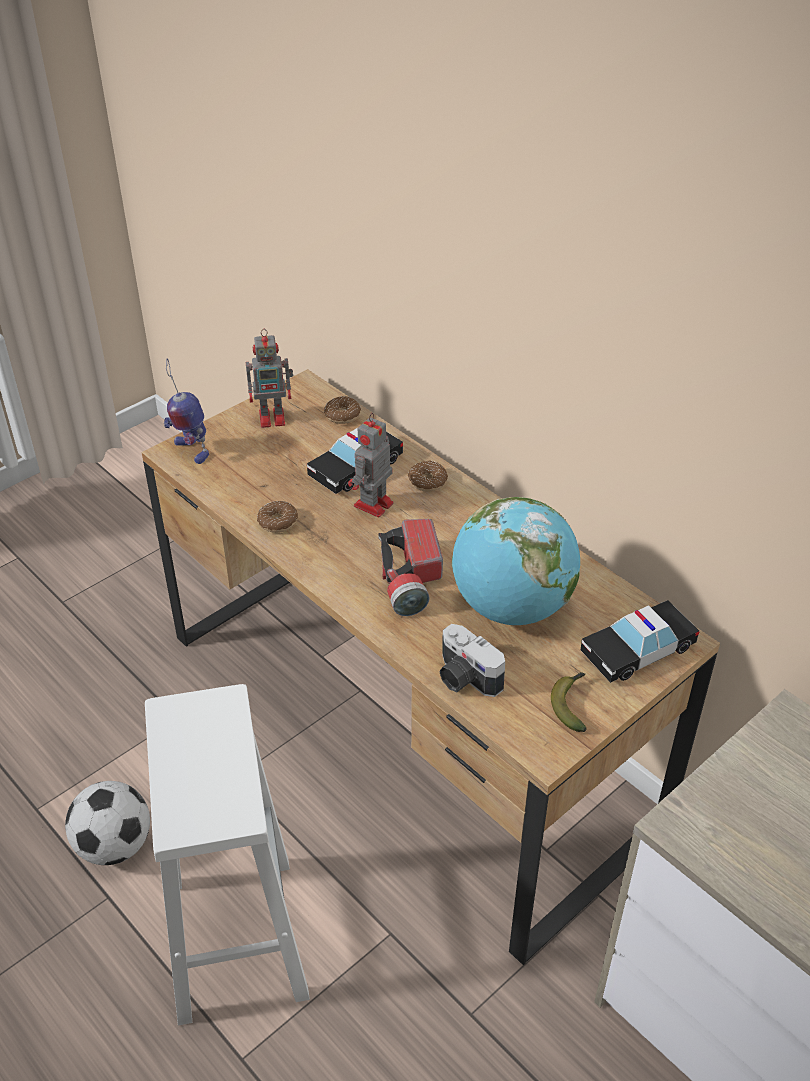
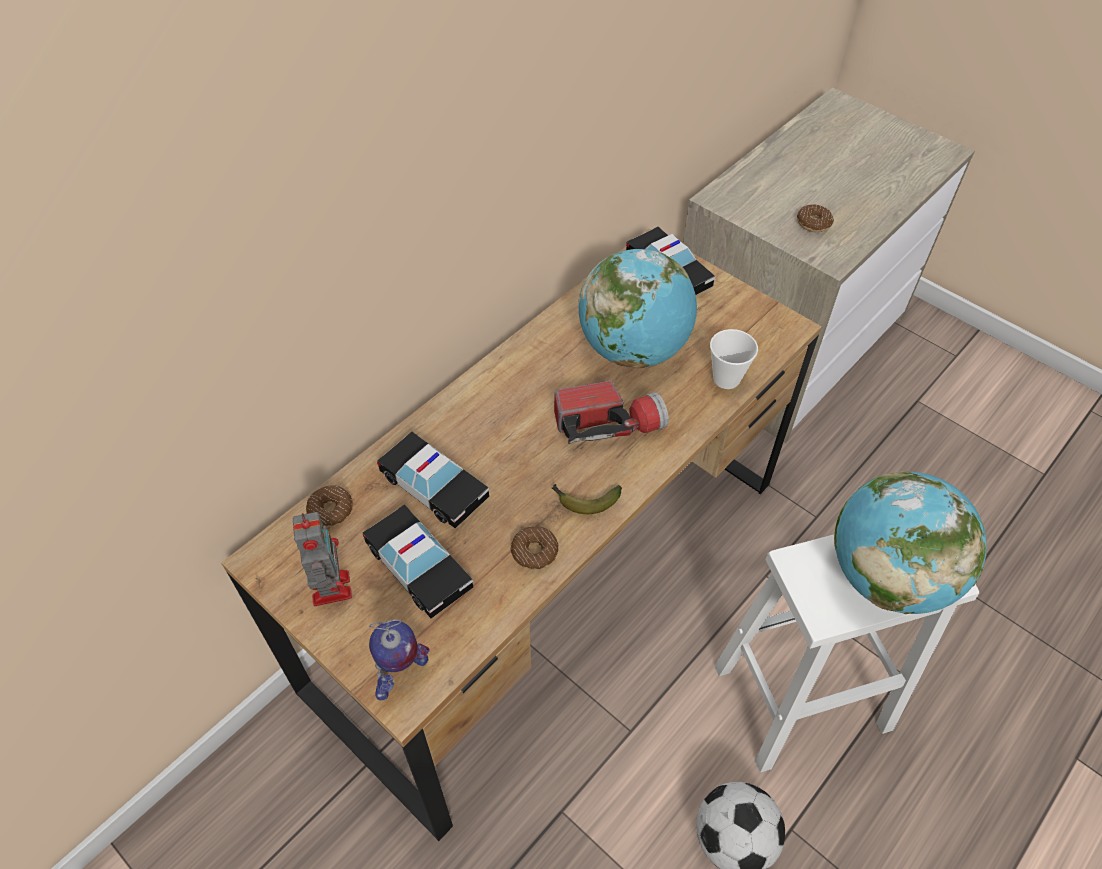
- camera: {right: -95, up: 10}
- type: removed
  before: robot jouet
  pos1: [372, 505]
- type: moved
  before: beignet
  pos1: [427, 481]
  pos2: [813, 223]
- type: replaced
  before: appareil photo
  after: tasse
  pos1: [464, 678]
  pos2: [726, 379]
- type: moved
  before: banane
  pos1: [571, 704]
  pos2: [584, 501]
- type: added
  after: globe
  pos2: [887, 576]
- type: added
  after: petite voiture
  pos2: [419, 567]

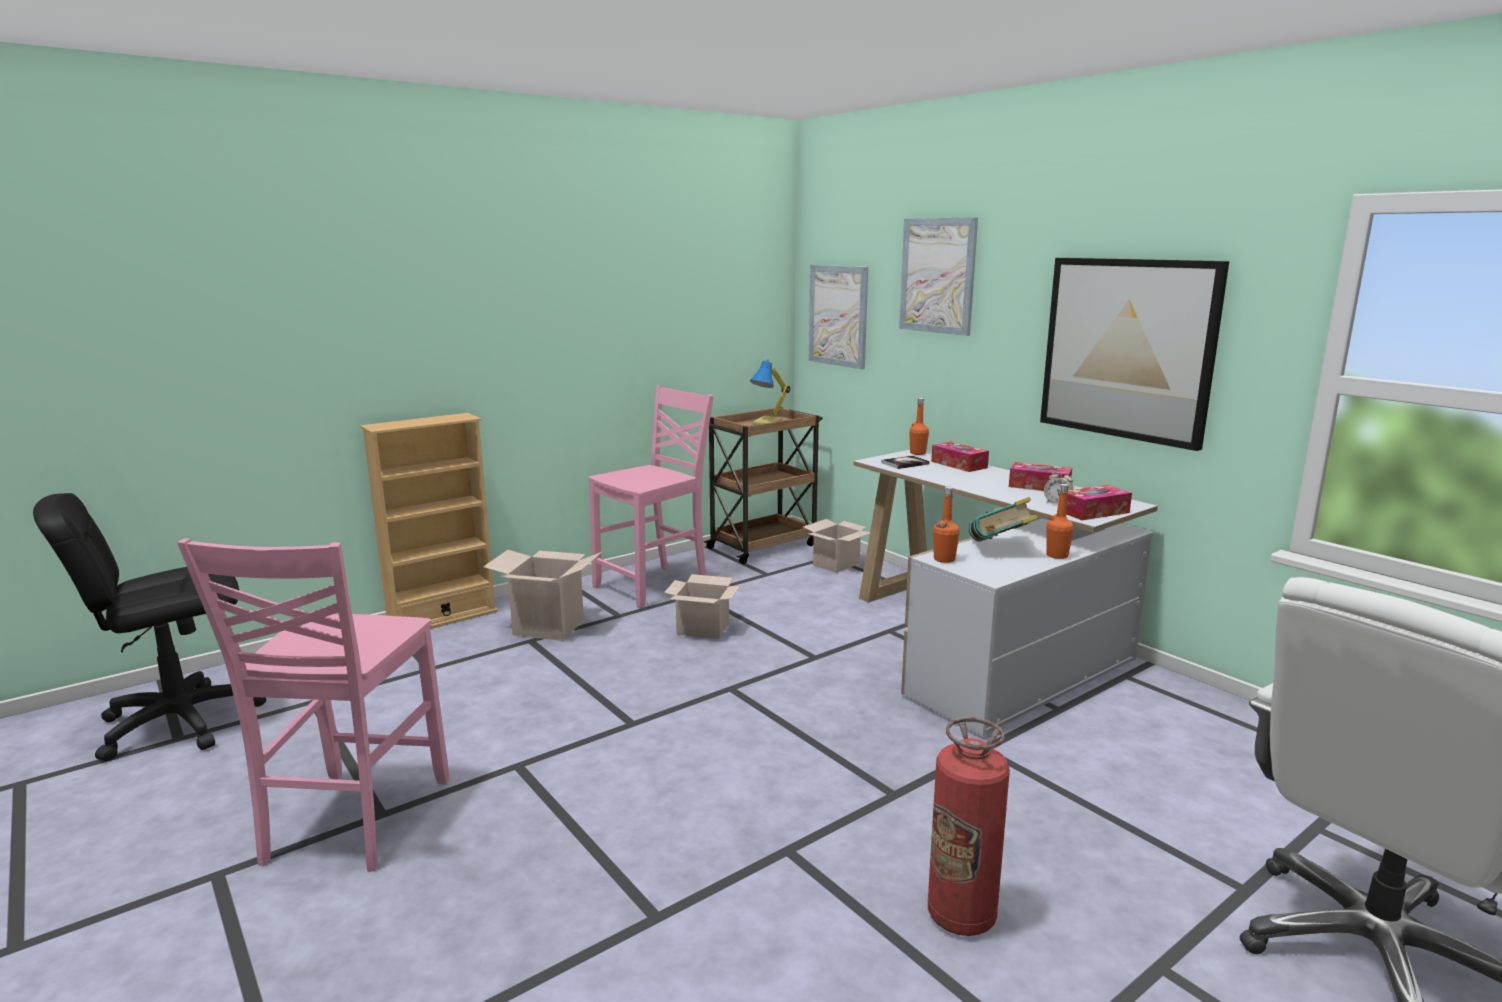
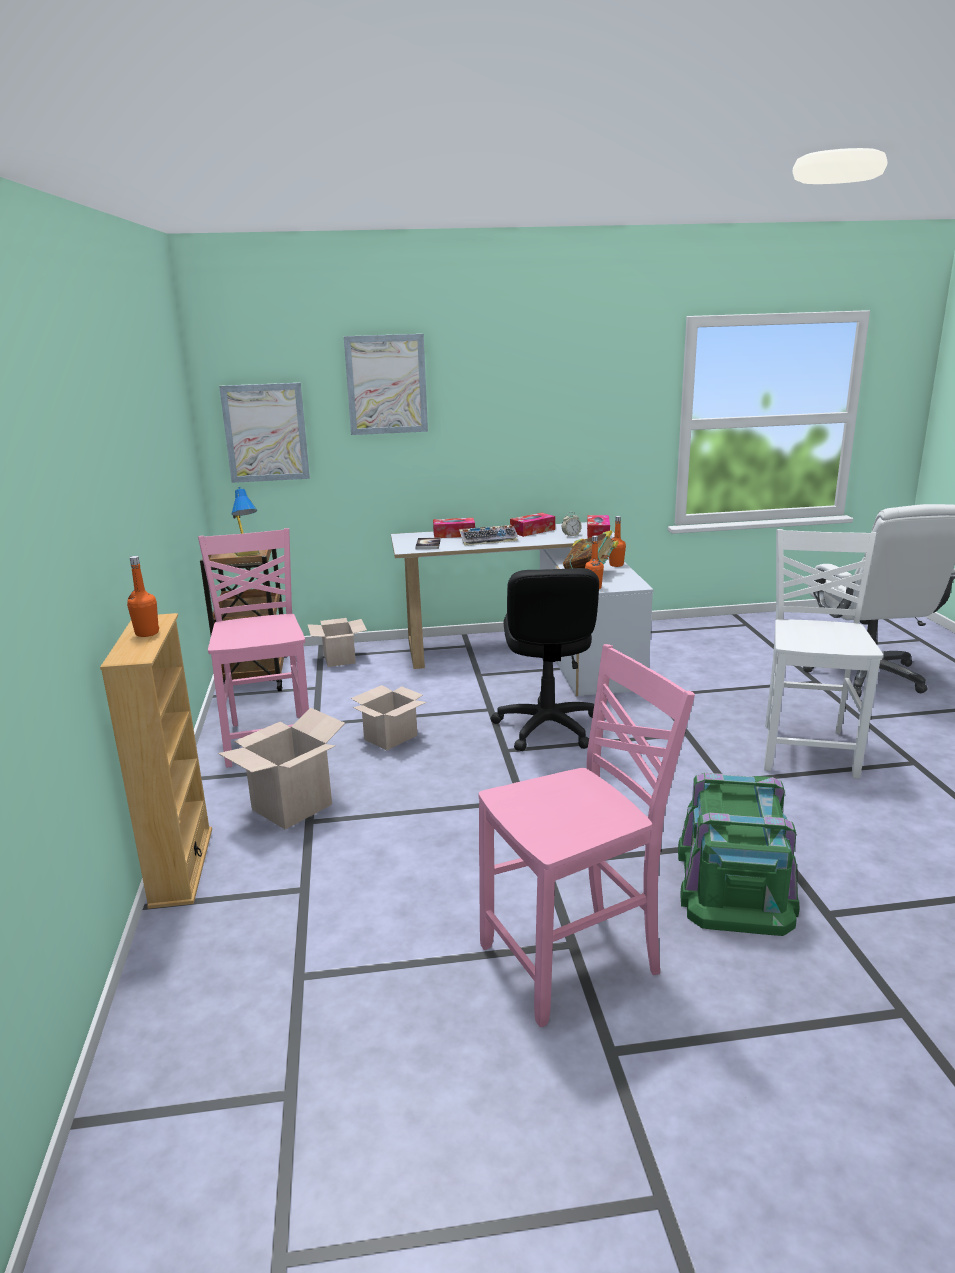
- camera: {right: -60, up: 5}
- type: removed
  before: tableau
  pos1: [1128, 349]
- type: moved
  before: bouteille (orange)
  pos1: [918, 453]
  pos2: [147, 633]
- type: moved
  before: chaise de bureau (noir)
  pos1: [179, 722]
  pos2: [547, 728]
- type: turned
  before: chaise (rose)
  pos1: [353, 822]
  pos2: [574, 961]
  turn: -60
- type: replaced
  before: extincteur
  after: chaise (blanc)
  pos1: [961, 916]
  pos2: [807, 750]
- type: added
  after: clavier
  pos2: [489, 540]
- type: added
  after: boîte de rangement (vert)
  pos2: [735, 882]

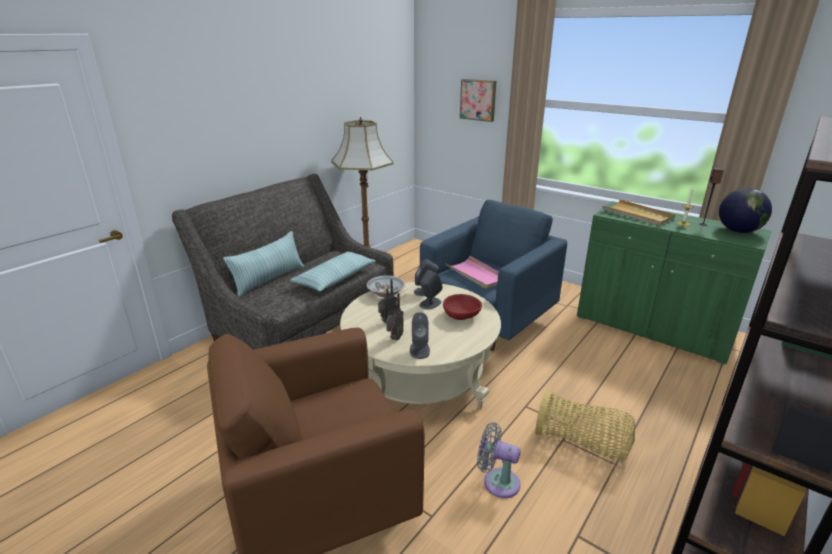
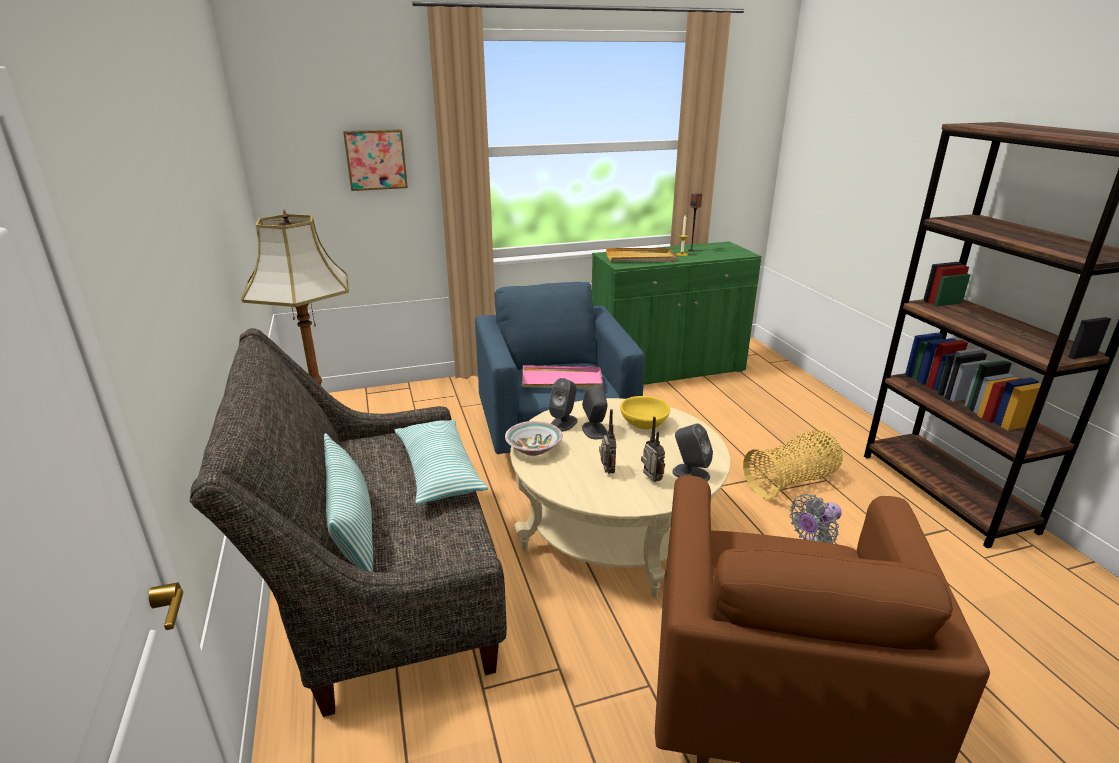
- camera: {right: -55, up: 0}
- type: removed
  before: globe
  pos1: [738, 231]
- type: recoloured
  before: bol (rouge)
  after: bol (jaune)
  pos1: [461, 316]
  pos2: [644, 424]

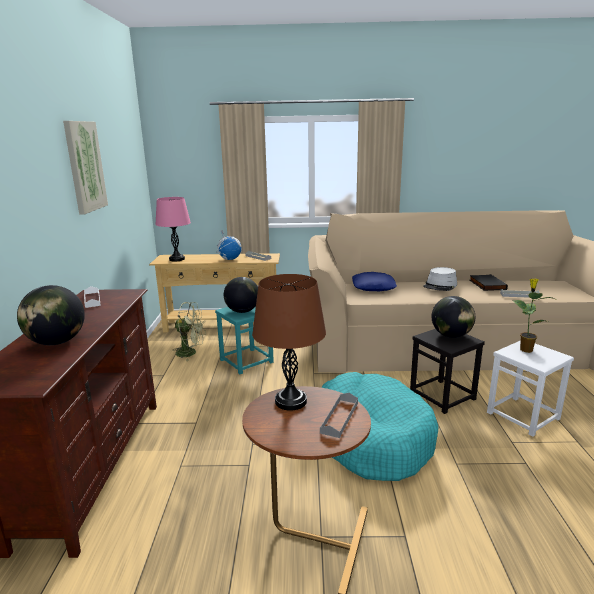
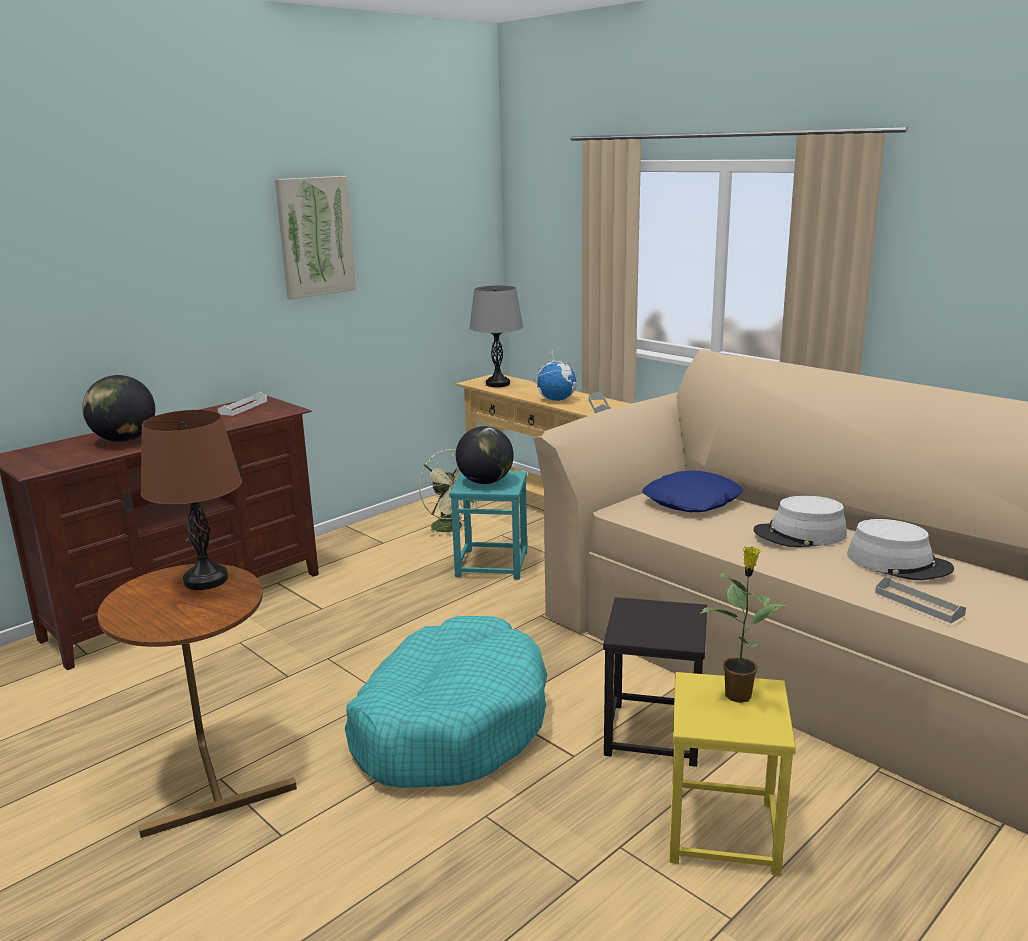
- camera: {right: 45, up: 0}
- type: recoloured
  before: lampe de table (rose)
  after: lampe de table (gris)
  pos1: [177, 259]
  pos2: [498, 384]
- type: replaced
  before: livre (noir)
  after: chapeau (gris)
  pos1: [486, 285]
  pos2: [898, 563]
- type: removed
  before: globe
  pos1: [451, 335]
- type: recoloured
  before: tabouret (blanc)
  after: tabouret (jaune)
  pos1: [523, 415]
  pos2: [724, 831]
- type: removed
  before: plateau (gris)
  pos1: [339, 417]

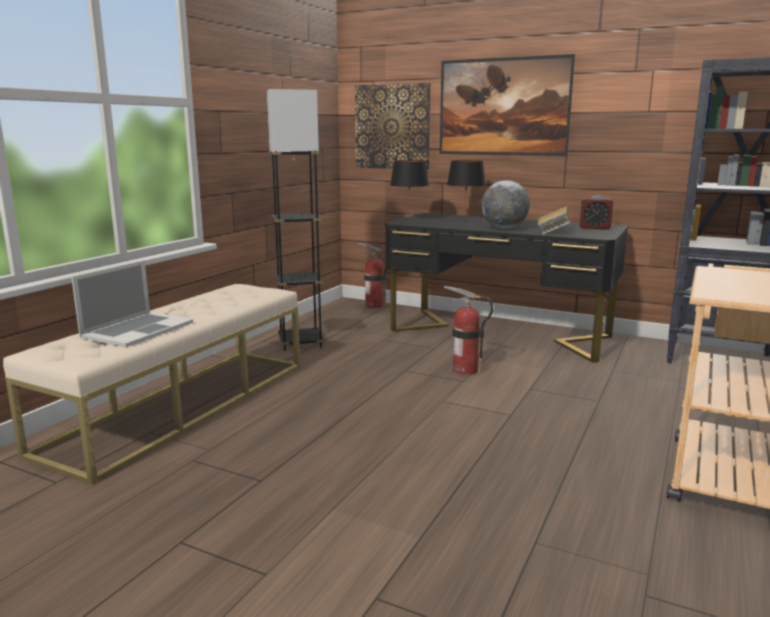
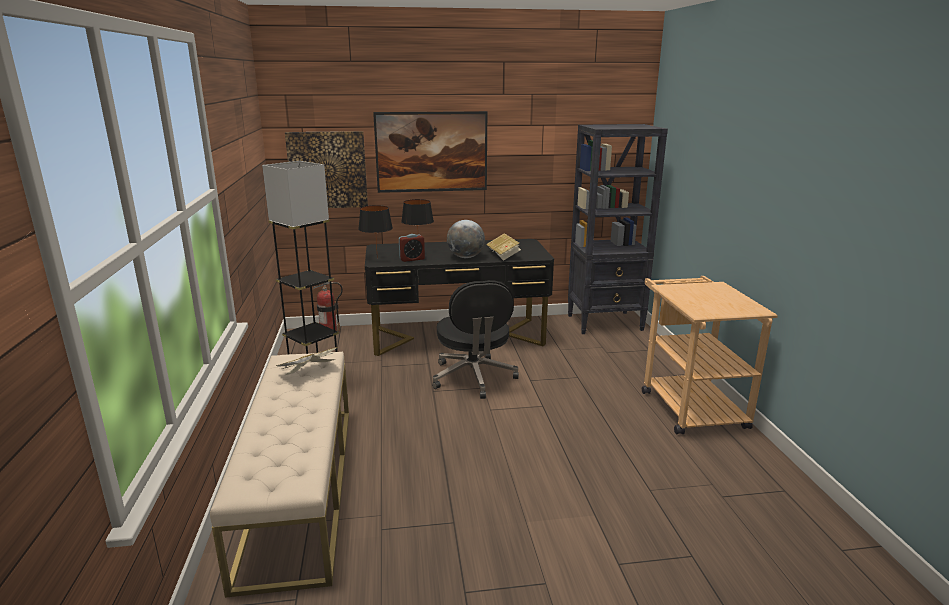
- camera: {right: -35, up: 5}
- type: moved
  before: réveil
  pos1: [594, 228]
  pos2: [412, 259]
- type: removed
  before: ordinateur portable
  pos1: [137, 329]
- type: replaced
  before: extincteur
  after: chaise de bureau (noir)
  pos1: [465, 370]
  pos2: [473, 378]
- type: added
  after: livre
  pos2: [309, 372]

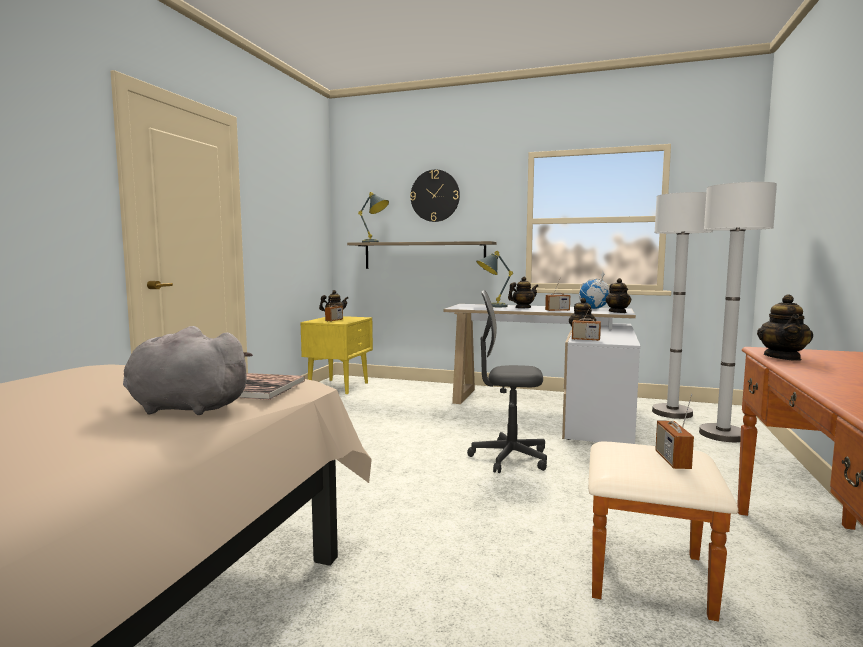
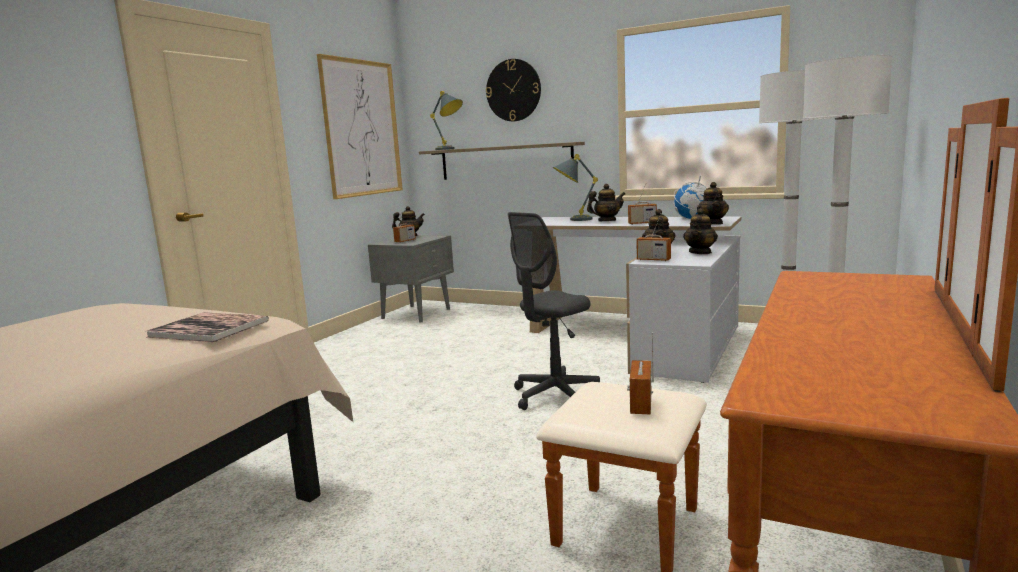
- camera: {right: 10, up: 5}
- type: turned
  before: chaise de bureau (gris)
  pos1: [509, 458]
  pos2: [555, 396]
  turn: -60
- type: moved
  before: théière
  pos1: [783, 357]
  pos2: [700, 252]
- type: recoloured
  before: table de chevet (jaune)
  after: table de chevet (gris)
  pos1: [339, 386]
  pos2: [417, 313]
- type: removed
  before: peluche (gris)
  pos1: [183, 408]
- type: added
  after: tableau
  pos2: [362, 128]

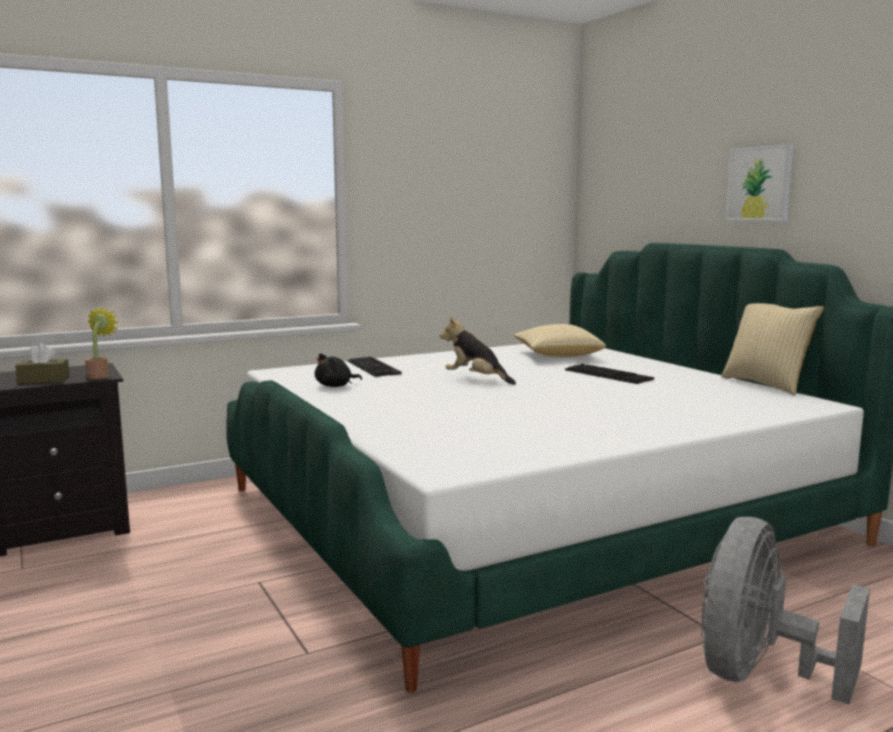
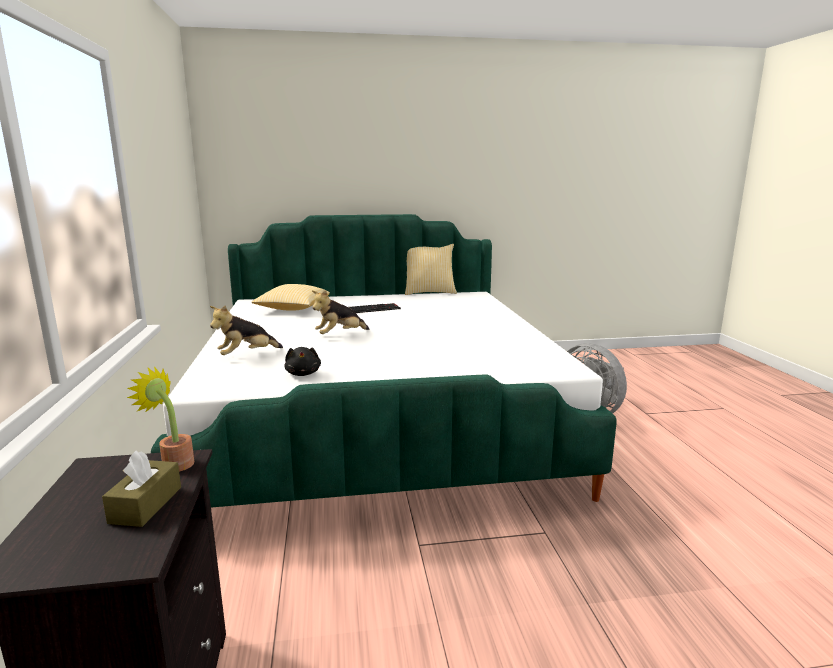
- camera: {right: -70, up: 5}
- type: removed
  before: tableau
  pos1: [759, 184]
- type: replaced
  before: clavier
  after: peluche
  pos1: [375, 367]
  pos2: [247, 355]

